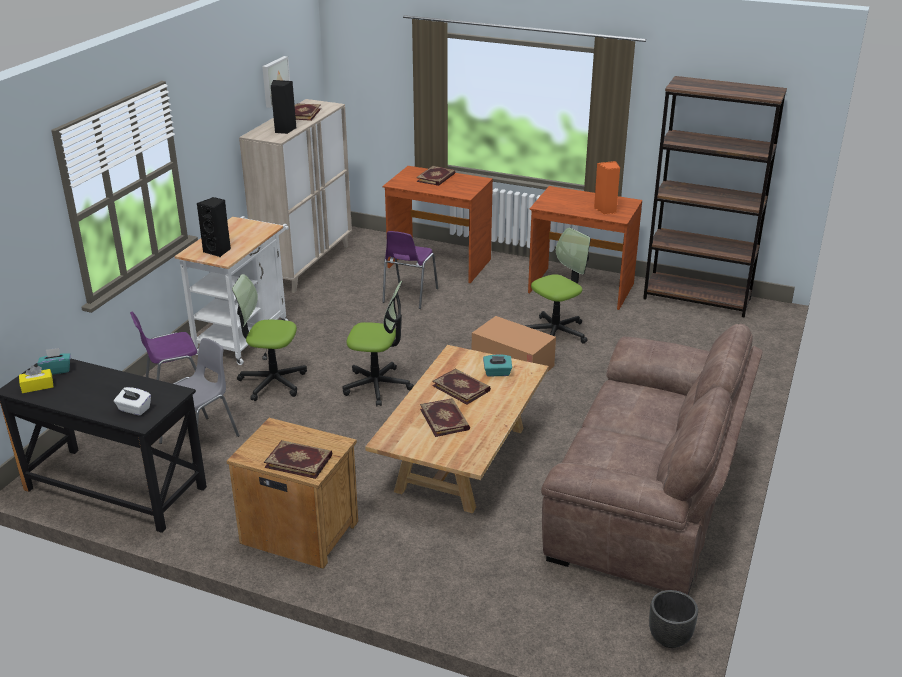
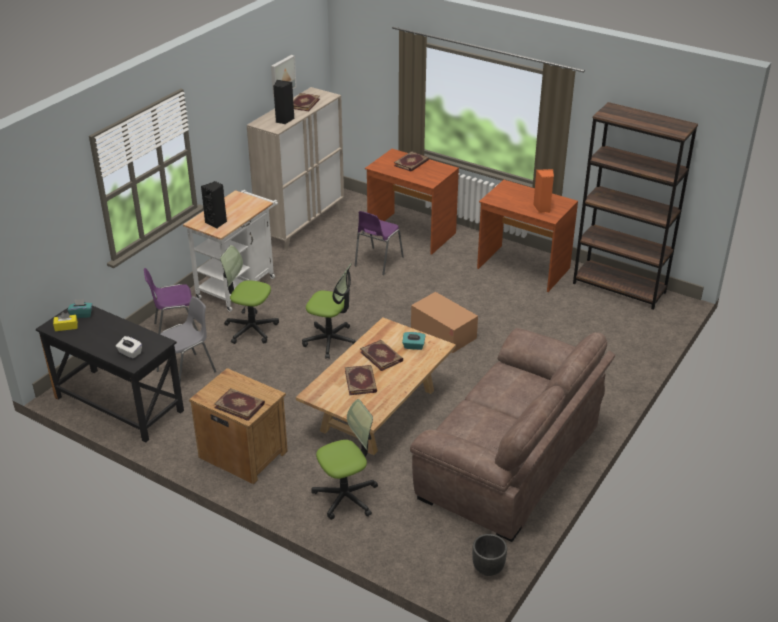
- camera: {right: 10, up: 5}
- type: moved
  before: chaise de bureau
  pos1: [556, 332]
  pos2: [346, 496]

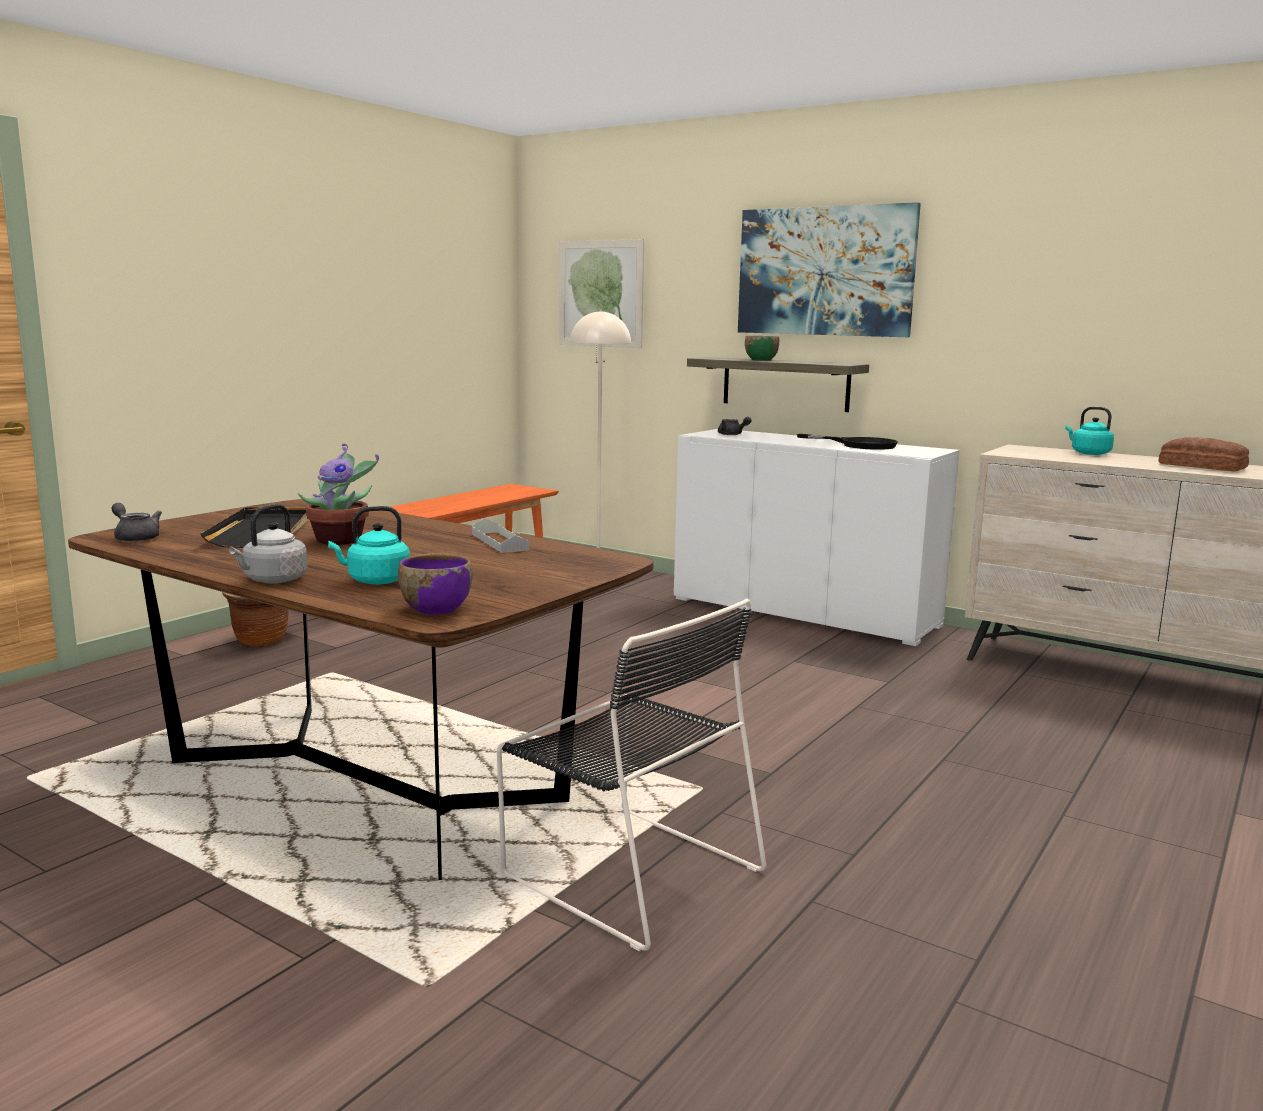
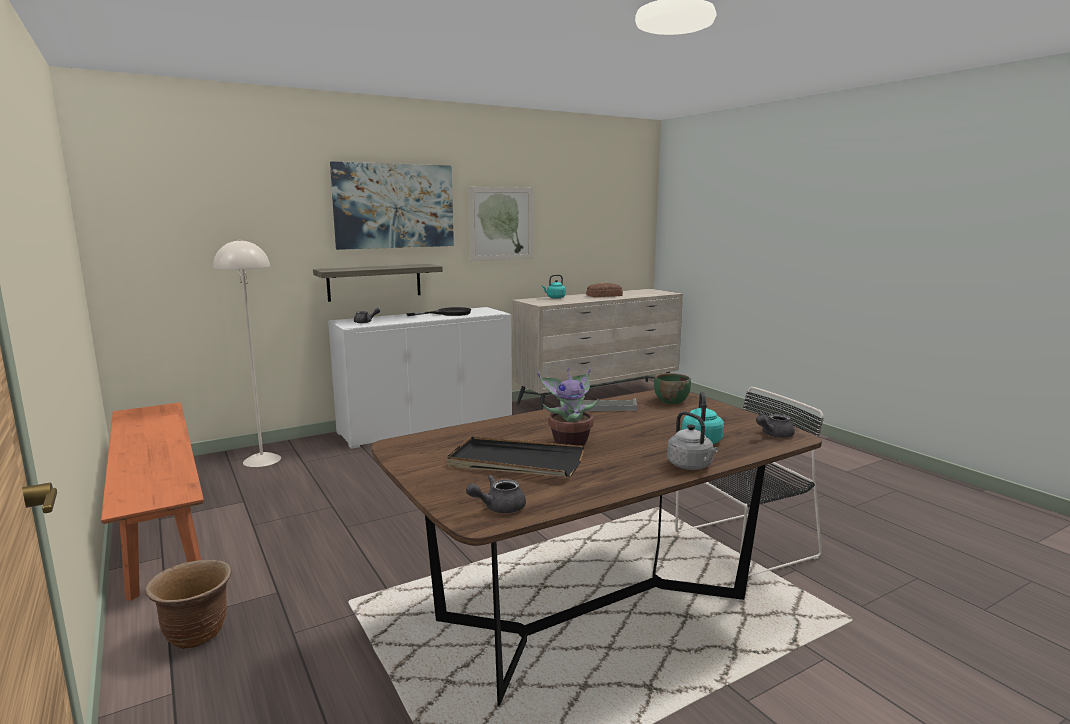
- camera: {right: -65, up: 0}
- type: moved
  before: tableau
  pos1: [600, 294]
  pos2: [501, 224]
- type: moved
  before: bol (vert)
  pos1: [761, 360]
  pos2: [671, 401]
- type: replaced
  before: bol (violet)
  after: théière (gris)
  pos1: [435, 609]
  pos2: [773, 435]

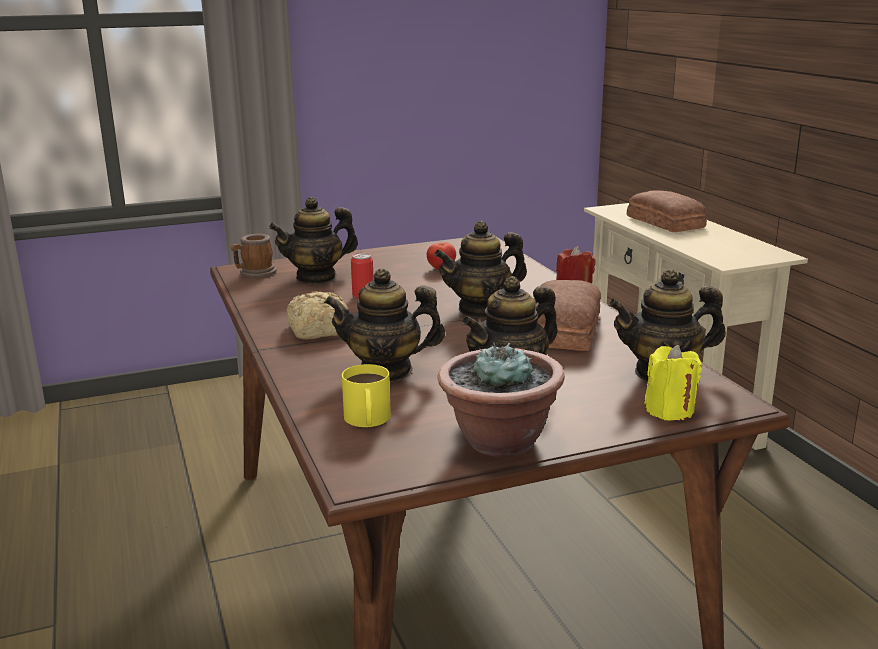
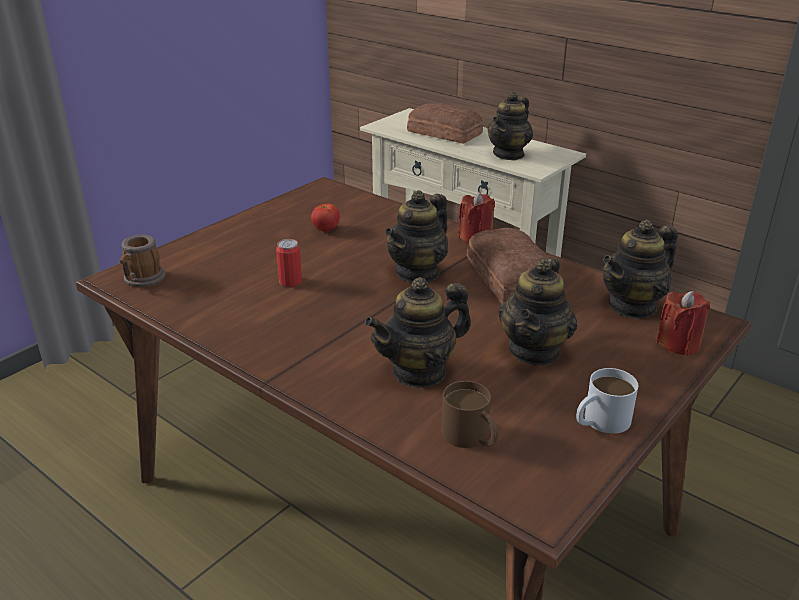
- camera: {right: -30, up: 10}
- type: moved
  before: théière
  pos1: [317, 277]
  pos2: [509, 154]
- type: removed
  before: pain
  pos1: [318, 330]
- type: replaced
  before: plante en pot
  after: mug (blanc)
  pos1: [499, 441]
  pos2: [600, 421]
- type: recoloured
  before: bougie (jaune)
  after: bougie (rouge)
  pos1: [669, 410]
  pos2: [678, 344]
- type: recoloured
  before: mug (jaune)
  after: mug (marron)
  pos1: [367, 421]
  pos2: [471, 437]

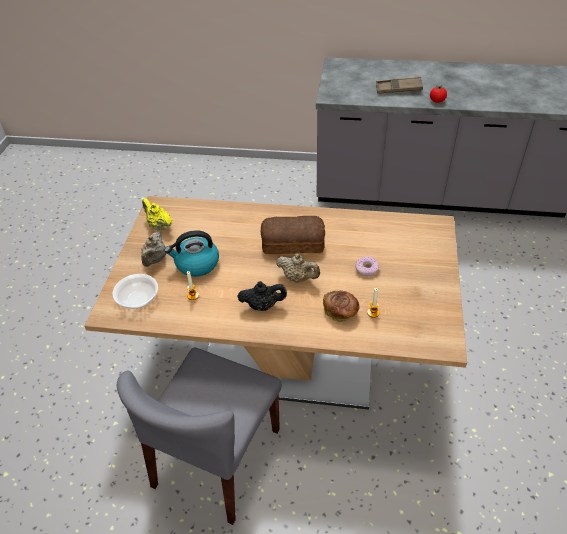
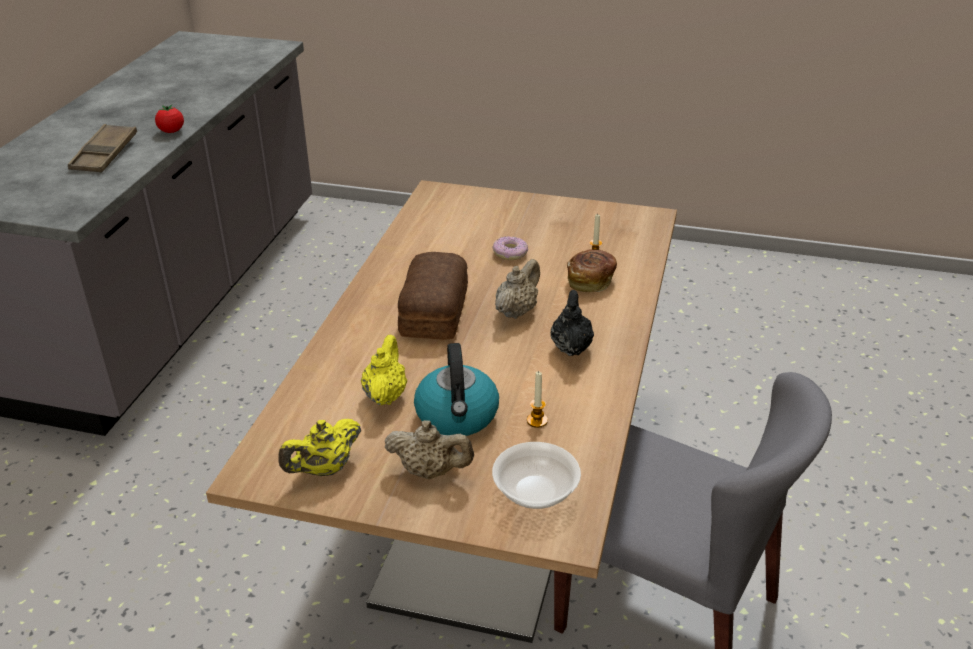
- camera: {right: -85, up: -10}
- type: added
  after: théière (jaune)
  pos2: [385, 395]

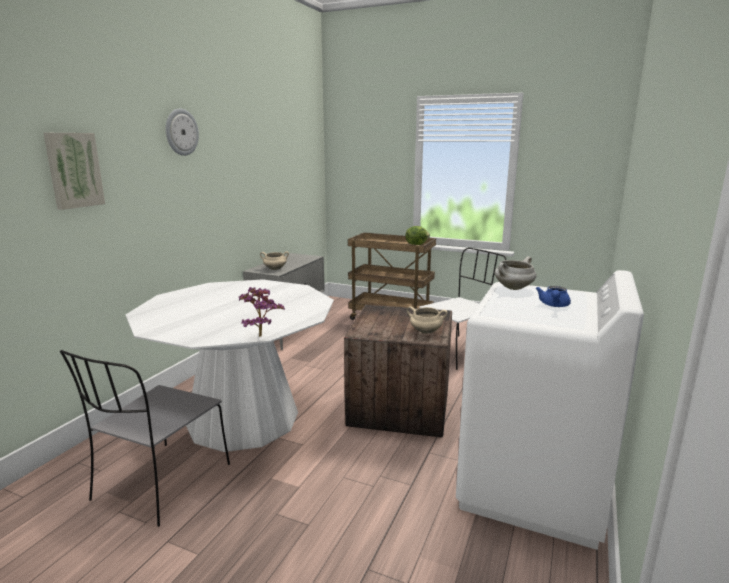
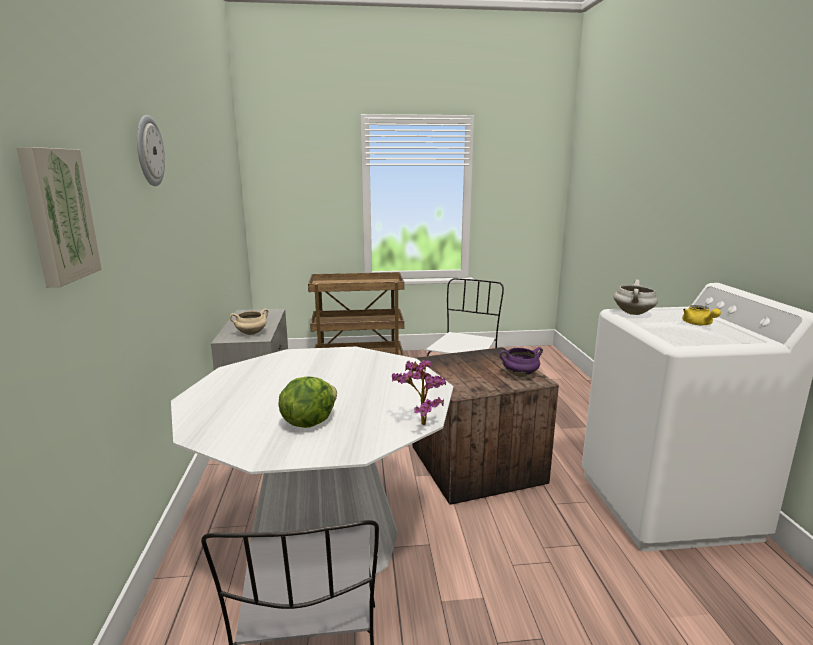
- camera: {right: -30, up: 0}
- type: moved
  before: laitue
  pos1: [416, 244]
  pos2: [308, 422]
- type: recoloured
  before: théière (bleu)
  after: théière (jaune)
  pos1: [553, 305]
  pos2: [698, 324]
- type: recoloured
  before: marmite (beige)
  after: marmite (violet)
  pos1: [425, 332]
  pos2: [519, 375]

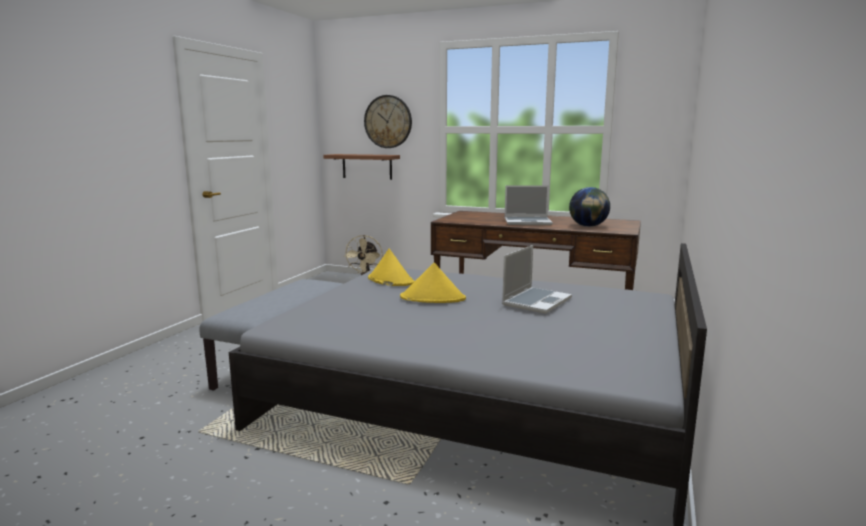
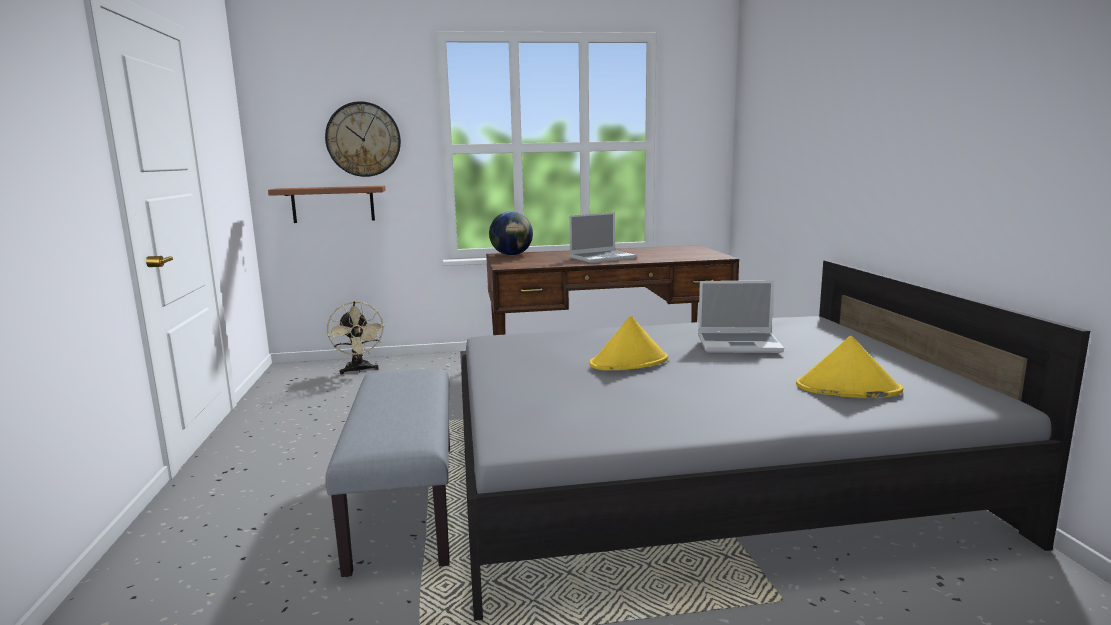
- camera: {right: -30, up: 0}
- type: moved
  before: globe
  pos1: [588, 226]
  pos2: [512, 255]
- type: turned
  before: ordinateur portable
  pos1: [536, 301]
  pos2: [739, 344]
  turn: 90
- type: moved
  before: chapeau (jaune)
  pos1: [390, 280]
  pos2: [847, 388]

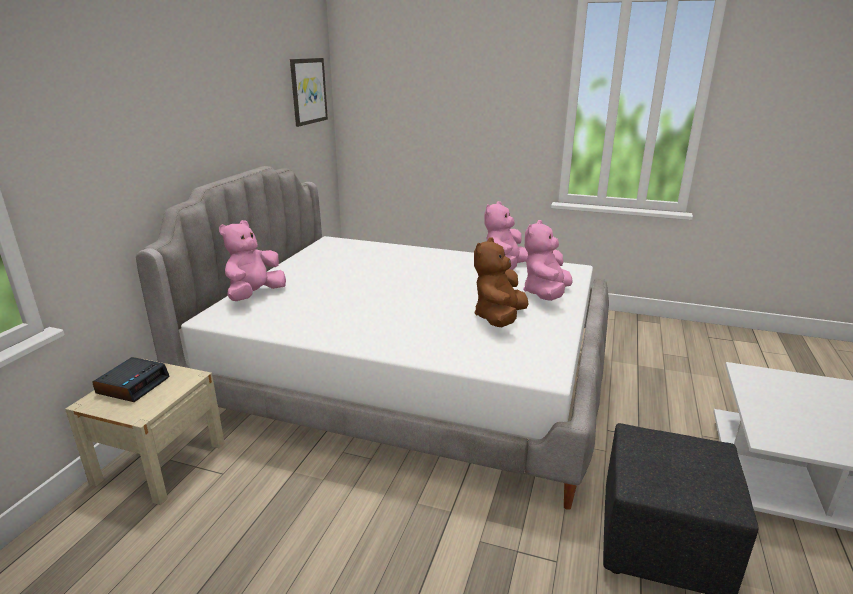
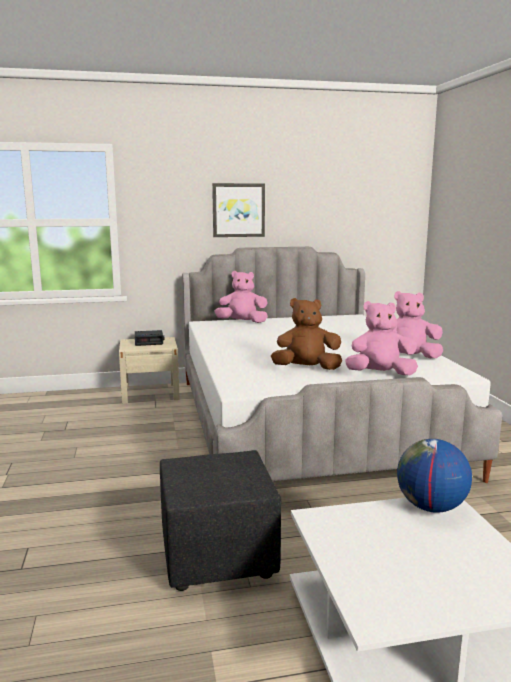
- camera: {right: 60, up: -10}
- type: moved
  before: tableau
  pos1: [308, 91]
  pos2: [238, 210]
- type: added
  after: globe
  pos2: [430, 507]

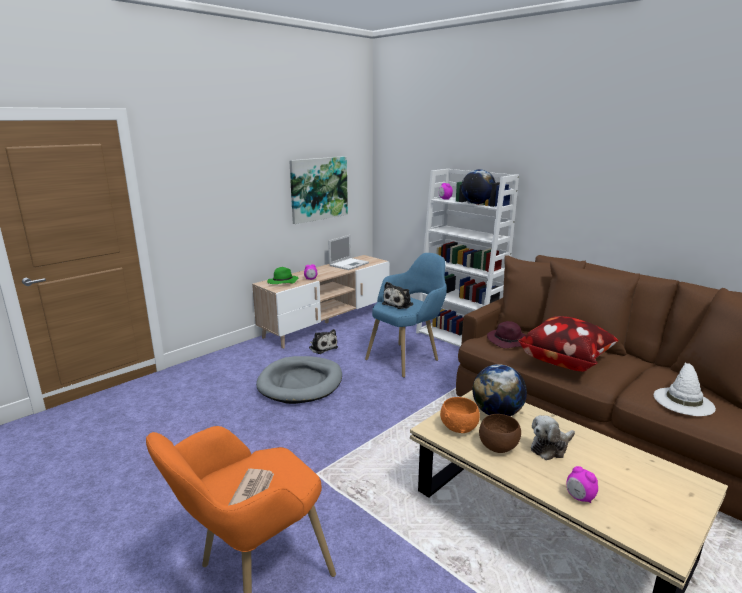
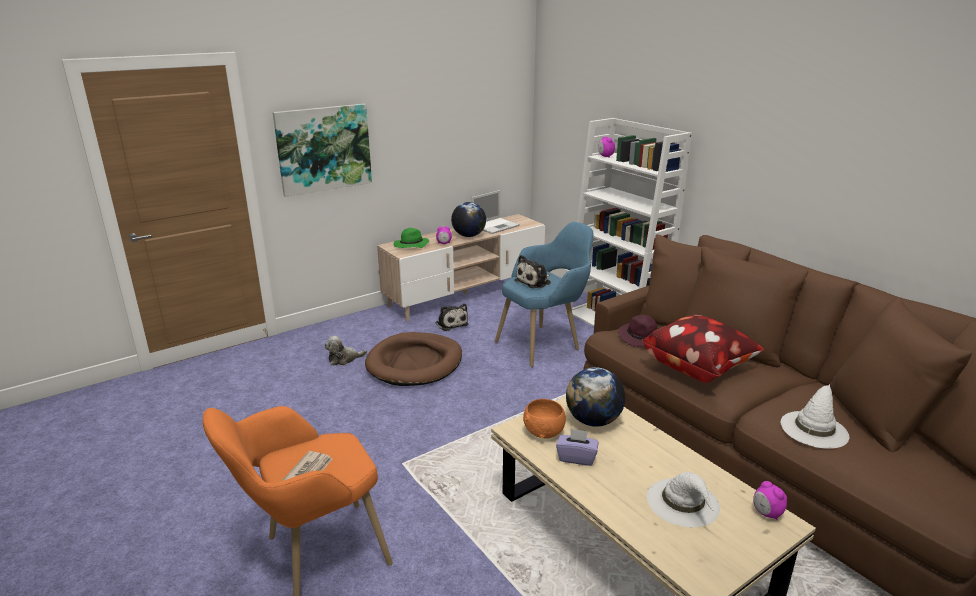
- camera: {right: 10, up: 5}
- type: moved
  before: tableau
  pos1: [318, 189]
  pos2: [324, 149]
- type: moved
  before: globe
  pos1: [477, 203]
  pos2: [468, 236]
- type: recoloured
  before: panier pour chien (gris)
  after: panier pour chien (marron)
  pos1: [300, 383]
  pos2: [415, 363]
- type: replaced
  before: bol (marron)
  after: boîte à mouchoirs (violet)
  pos1: [498, 447]
  pos2: [576, 457]
- type: moved
  before: peluche
  pos1: [550, 447]
  pos2: [344, 359]
- type: moved
  before: réveil
  pos1: [579, 498]
  pos2: [766, 513]
- type: added
  after: chapeau (blanc)
  pos2: [683, 503]

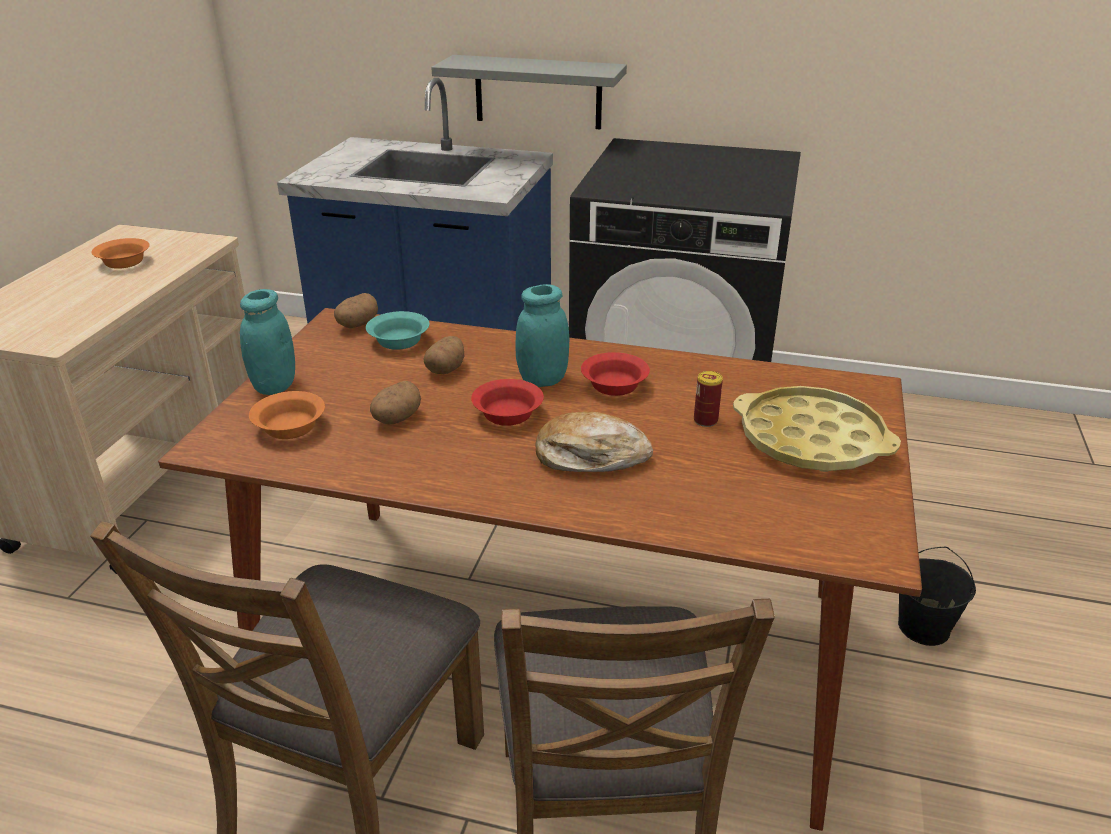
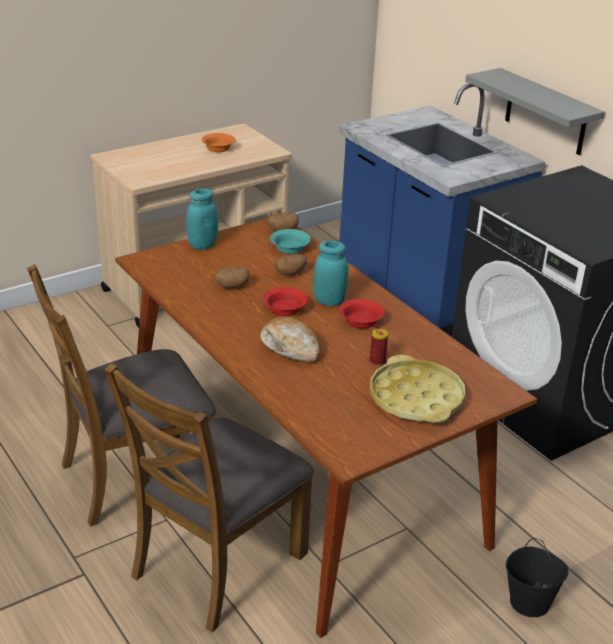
- camera: {right: 40, up: 0}
- type: removed
  before: bol (orange)
  pos1: [289, 427]

